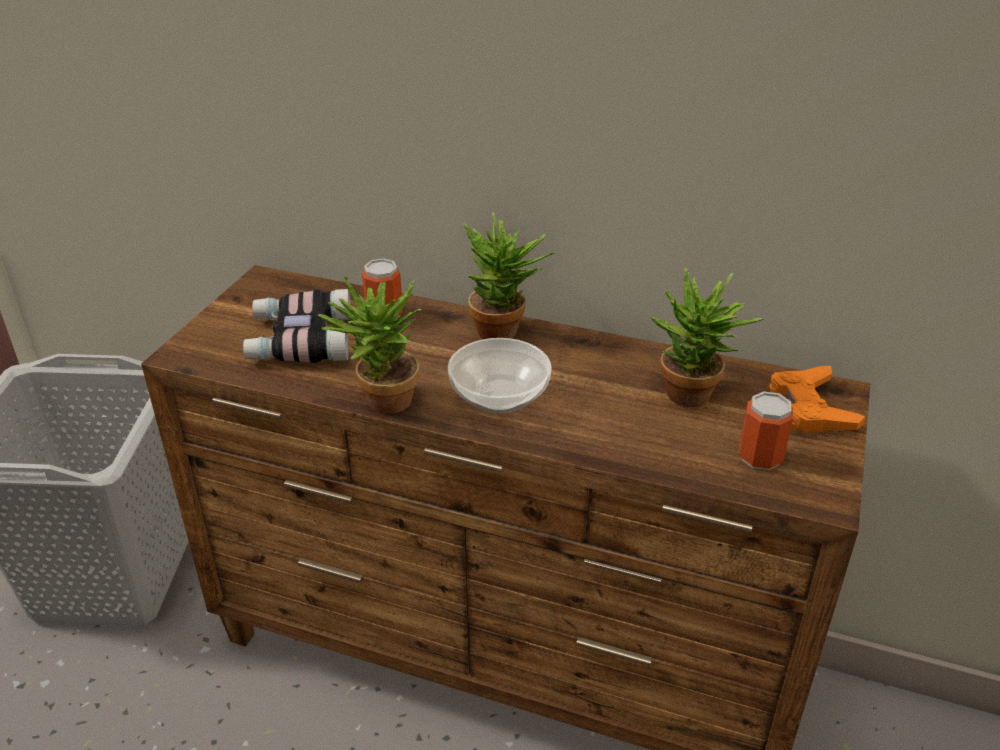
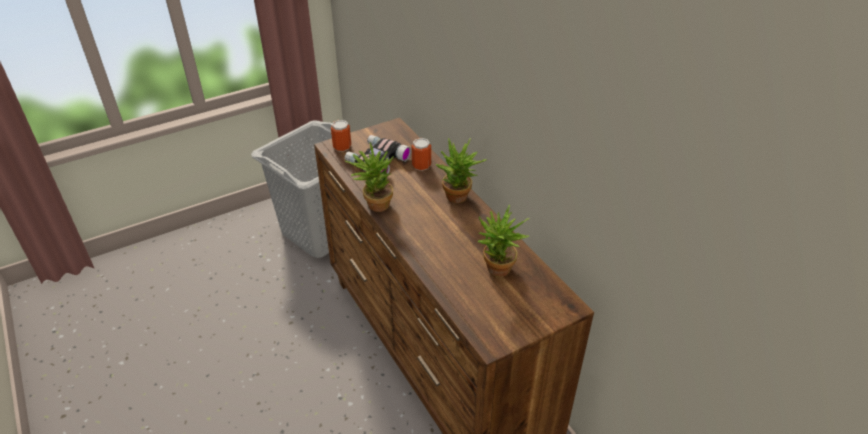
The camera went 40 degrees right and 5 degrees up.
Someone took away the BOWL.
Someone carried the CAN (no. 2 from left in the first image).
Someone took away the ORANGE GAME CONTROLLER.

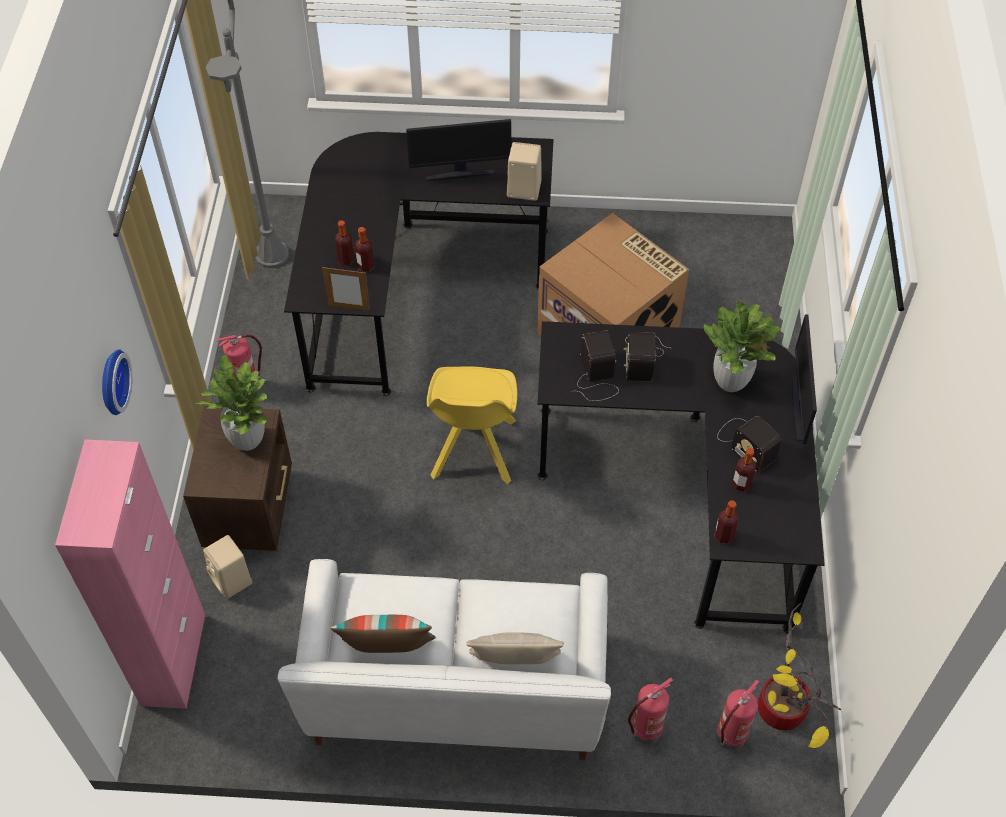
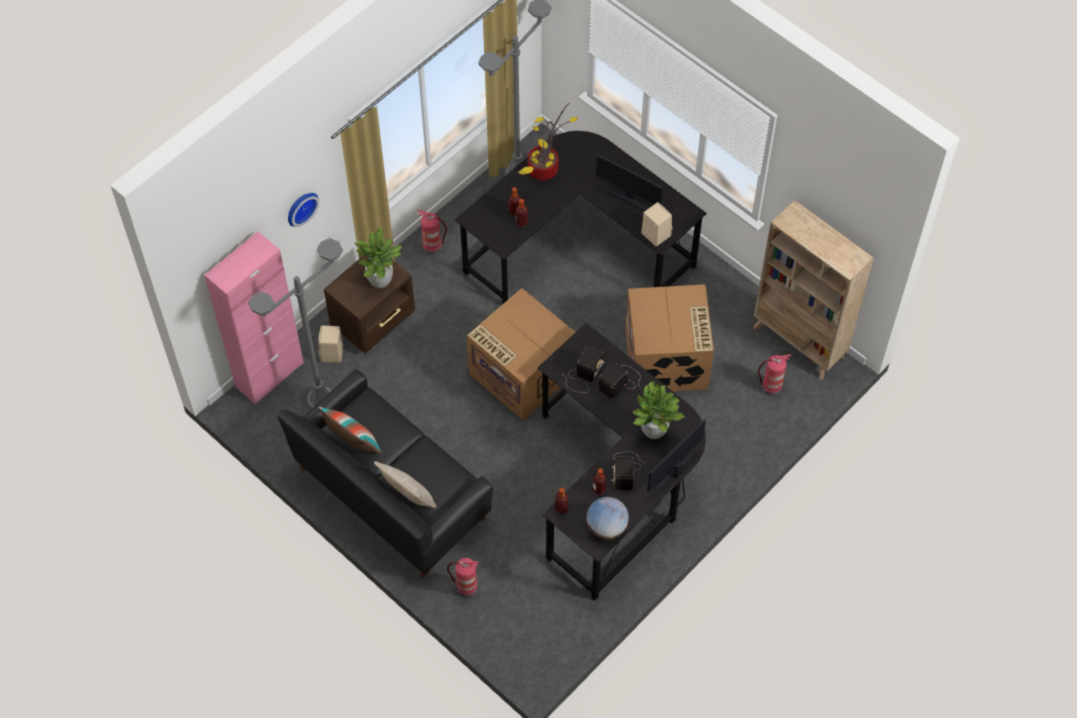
The camera went 40 degrees right and 5 degrees up.
Someone repainted the WHITE SOFA, which became the BLACK SOFA.
Someone took away the PICTURE FRAME.
Someone swapped the YELLOW CHAIR for the CARDBOARD BOX (no. 1 from left).
Someone carried the FIRE EXTINGUISHER (no. 3 from left).
Someone carried the POTTED PLANT (no. 3 from left in the first image).
Someone put down the GREY FLOOR LAMP (no. 1 from left).
Someone put down the GLOBE.
Someone put down the BEIGE BOOKCASE.

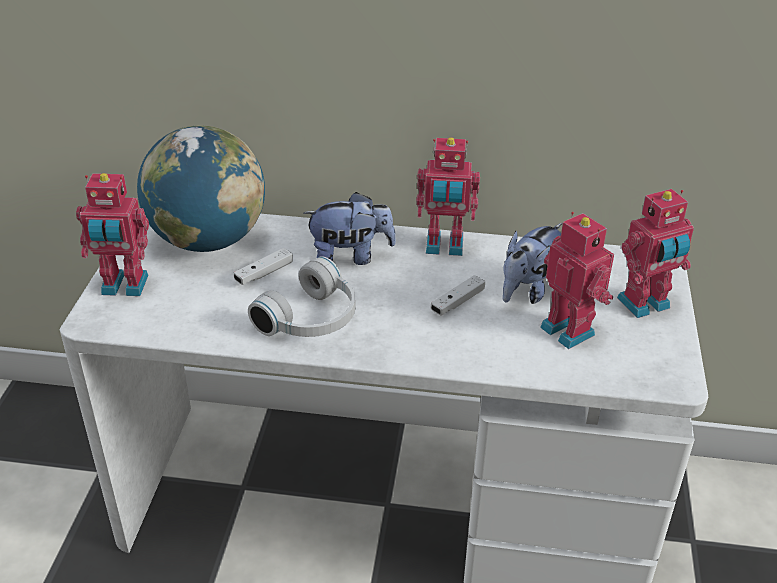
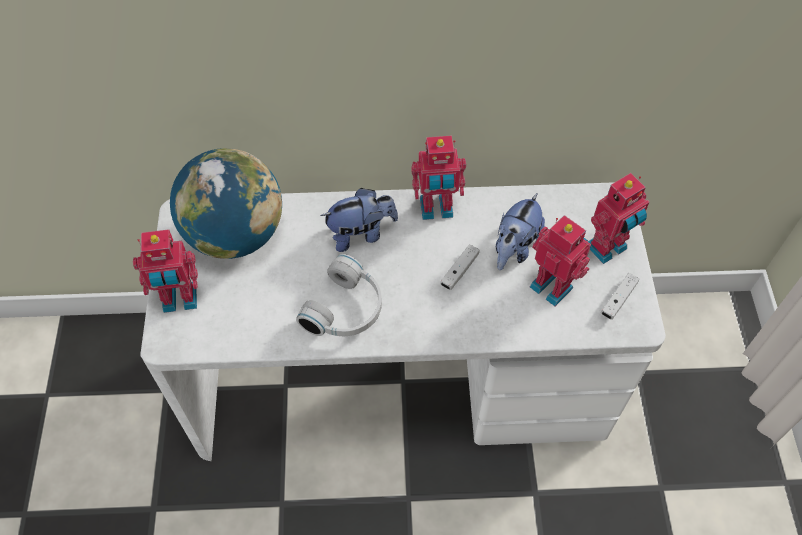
The camera went 10 degrees left and 20 degrees up.
Someone carried the WHITE GAME CONTROLLER (no. 1 from left in the first image).

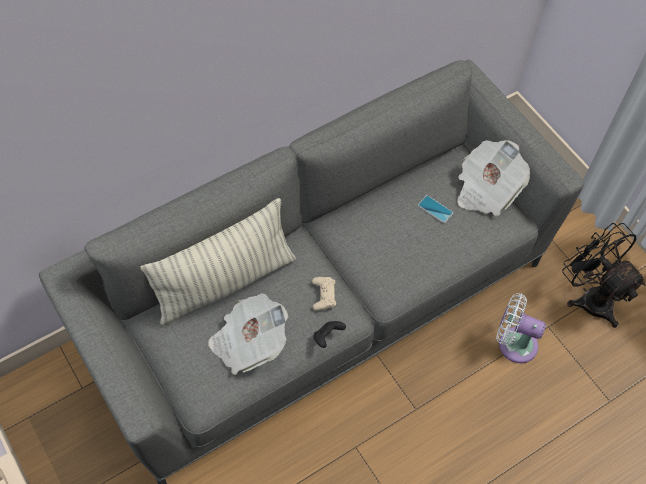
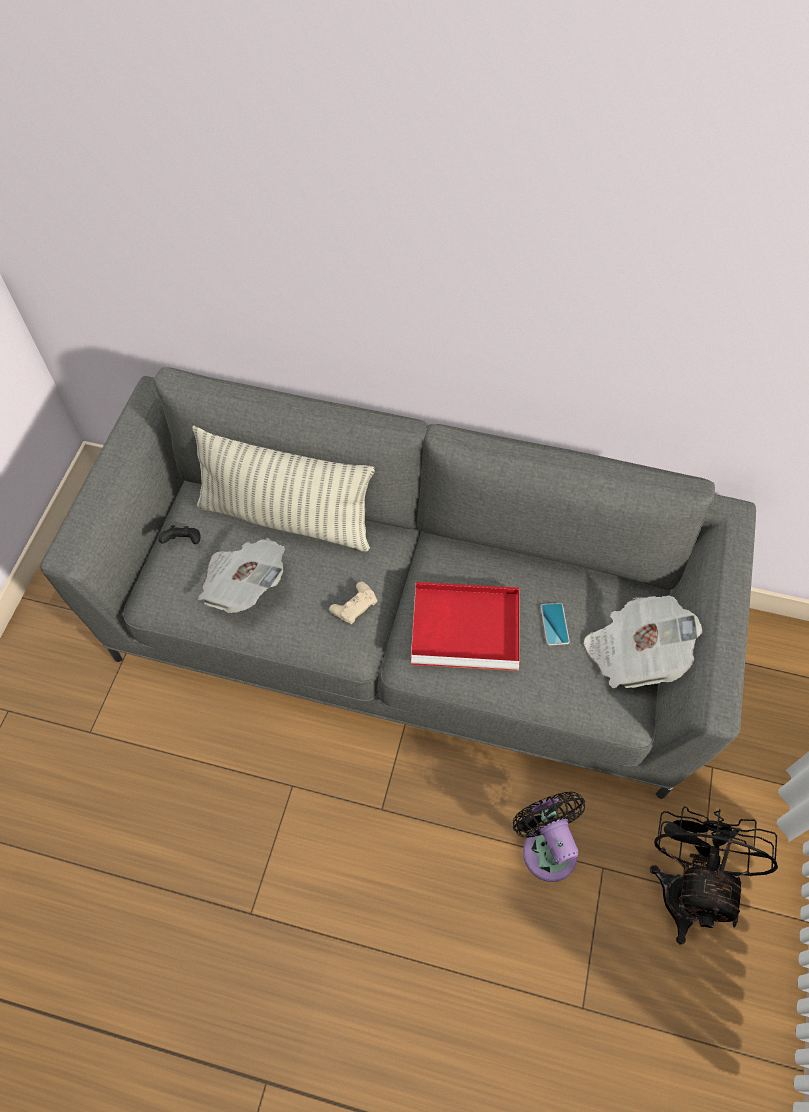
The camera went 50 degrees right and 0 degrees up.
Someone carried the BLACK GAME CONTROLLER.
Someone repainted the WHITE FAN, which became the BLACK FAN (no. 1 from left).
Someone put down the RED TRAY.

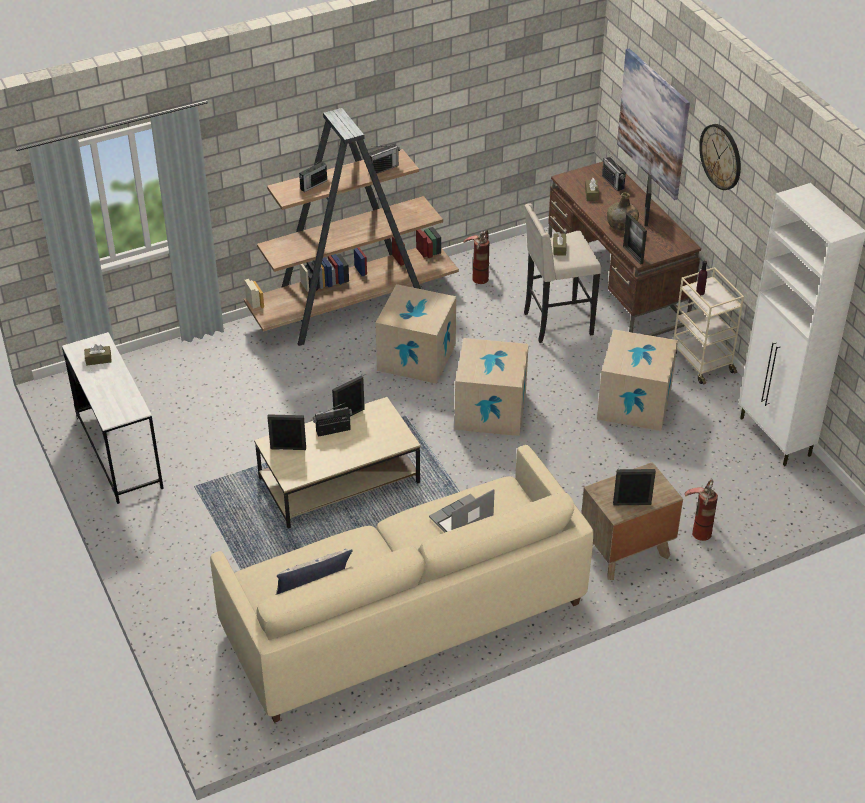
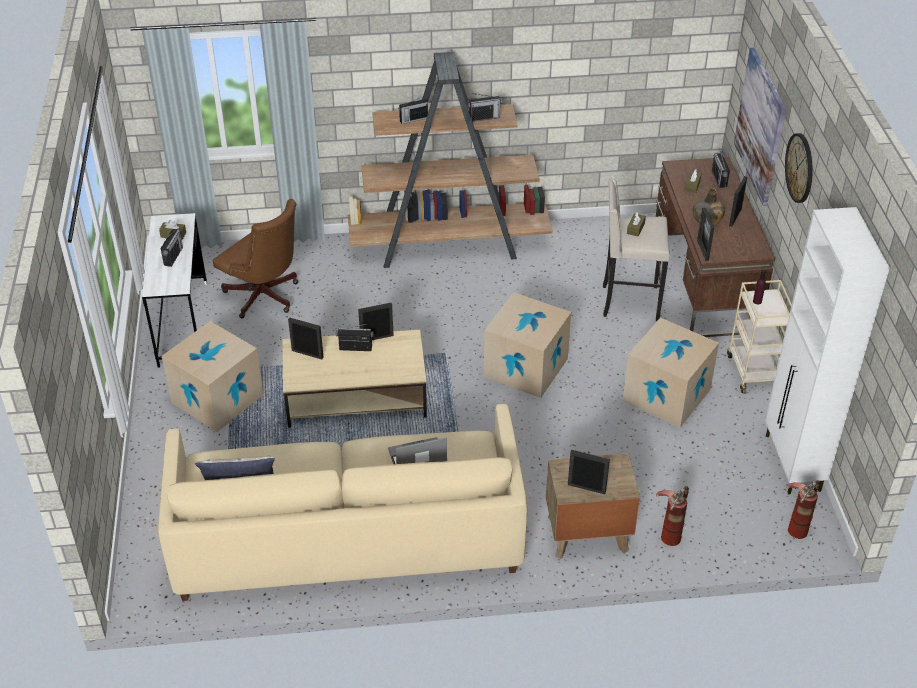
The camera went 20 degrees right and 0 degrees up.
Someone carried the CARDBOARD BOX (no. 1 from left).
Someone carried the FIRE EXTINGUISHER (no. 1 from left in the first image).
Someone put down the RADIO (no. 1 from left).
Someone put down the BROWN OFFICE CHAIR.

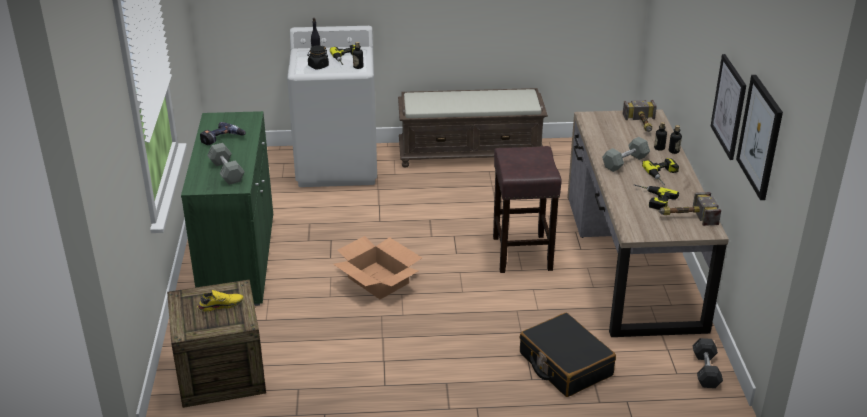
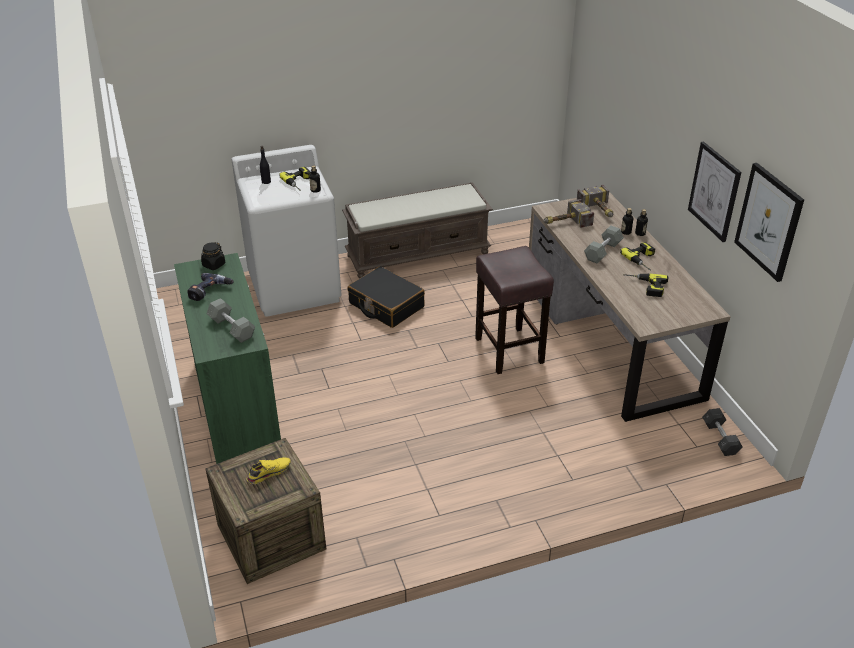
The camera went 15 degrees left and 5 degrees up.
Someone carried the BLACK JAR.
Someone took away the CARDBOARD BOX.
Someone carried the BLACK SUITCASE.
Someone carried the HAMMER (no. 2 from left in the first image).

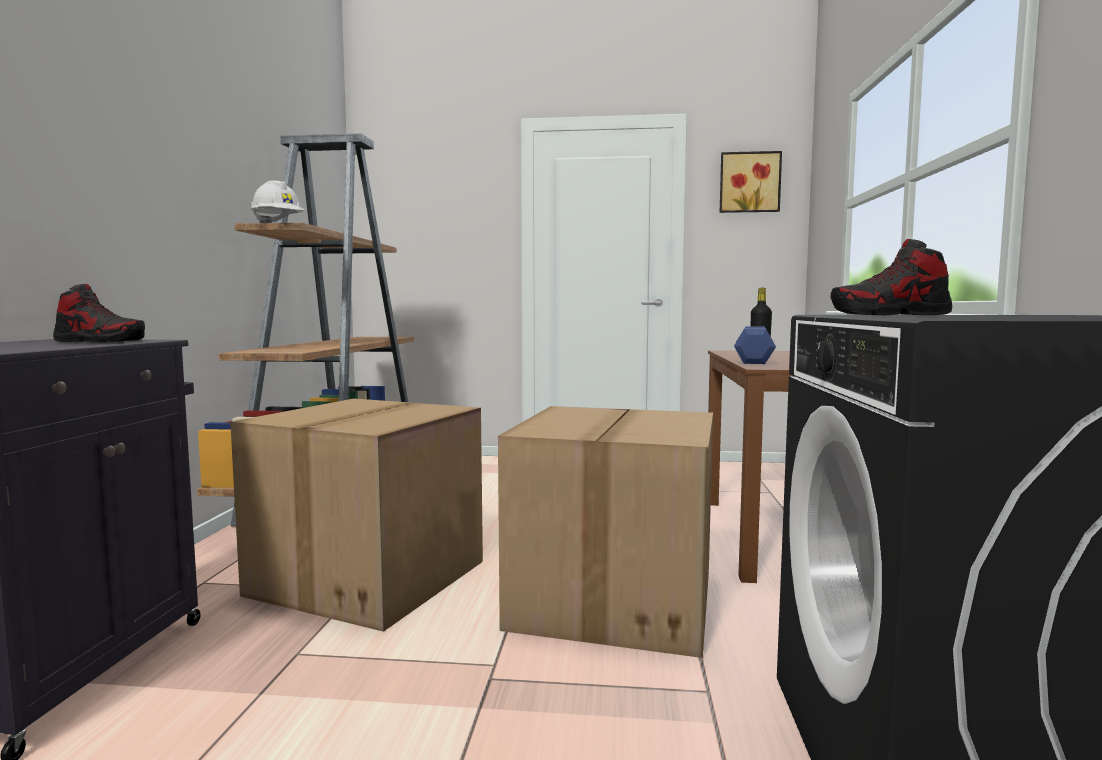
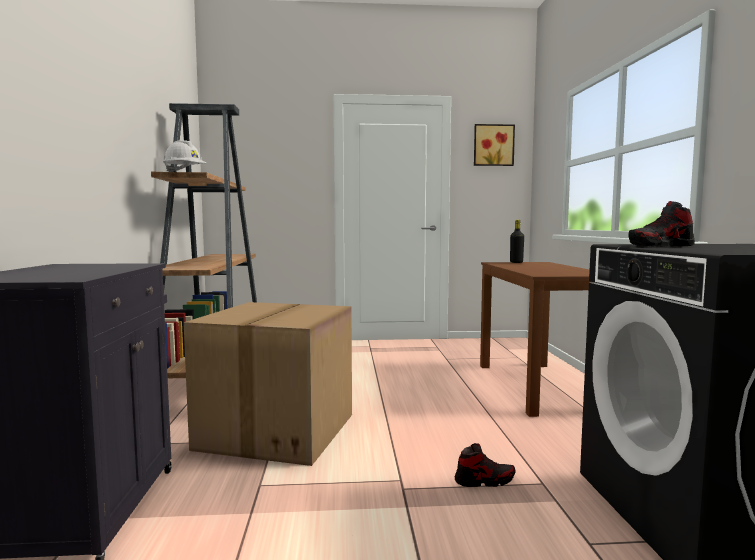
The camera went 10 degrees left and 0 degrees up.
Someone carried the SHOE (no. 1 from left).
Someone took away the CARDBOARD BOX (no. 2 from left).
Someone took away the BLUE DUMBBELL.

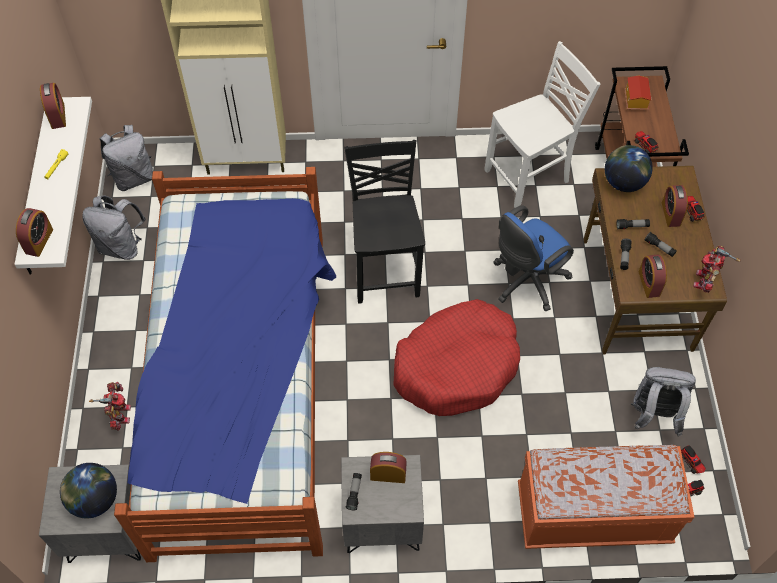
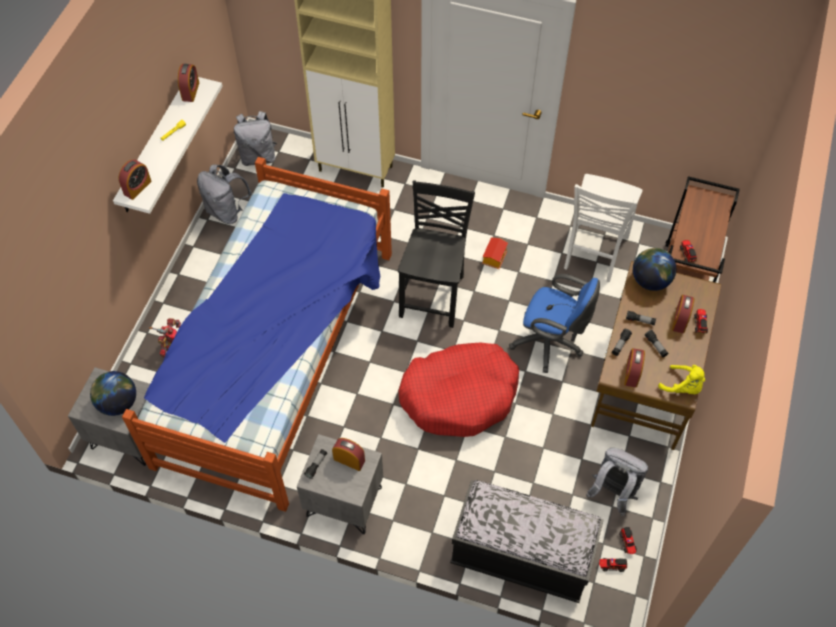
The camera went 20 degrees right and 0 degrees up.
Someone rotated the WHITE CHAIR by 120 degrees clockwise.
Someone rotated the BLUE OFFICE CHAIR by 135 degrees counterclockwise.
Someone repainted the ORANGE BENCH, which became the BLACK BENCH.
Someone carried the TOY HOUSE.
Someone swapped the TOY ROBOT (no. 2 from left) for the YELLOW PLUSH TOY.

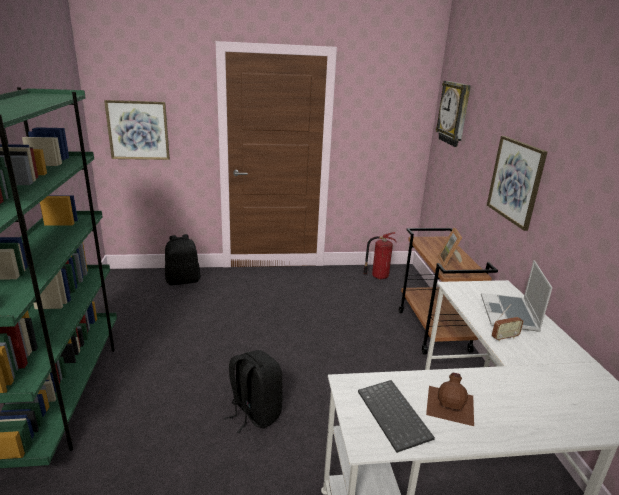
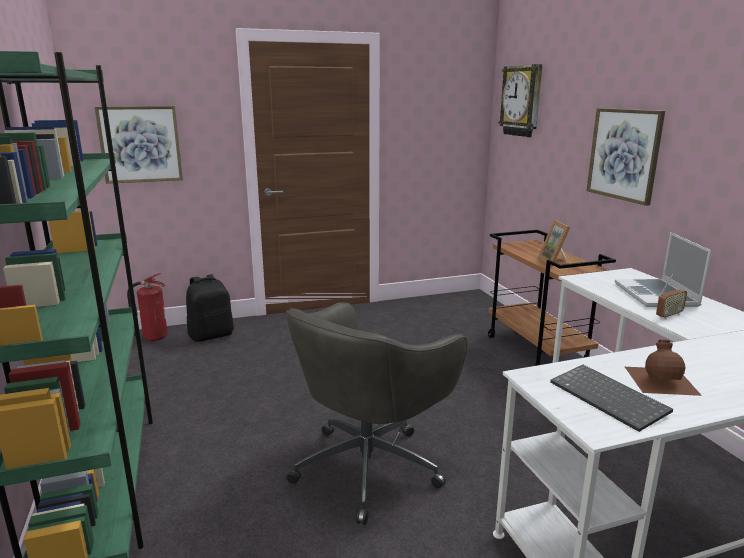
The camera went 10 degrees left and 5 degrees down.
Someone swapped the BLACK BACKPACK (no. 2 from left) for the GREY OFFICE CHAIR.
Someone carried the FIRE EXTINGUISHER.

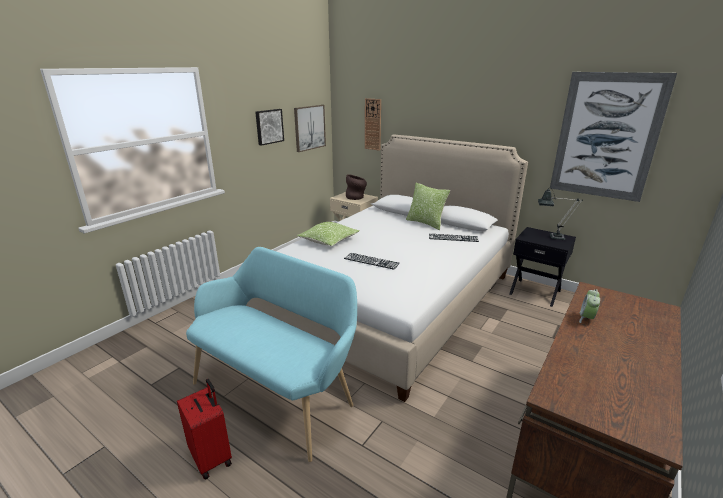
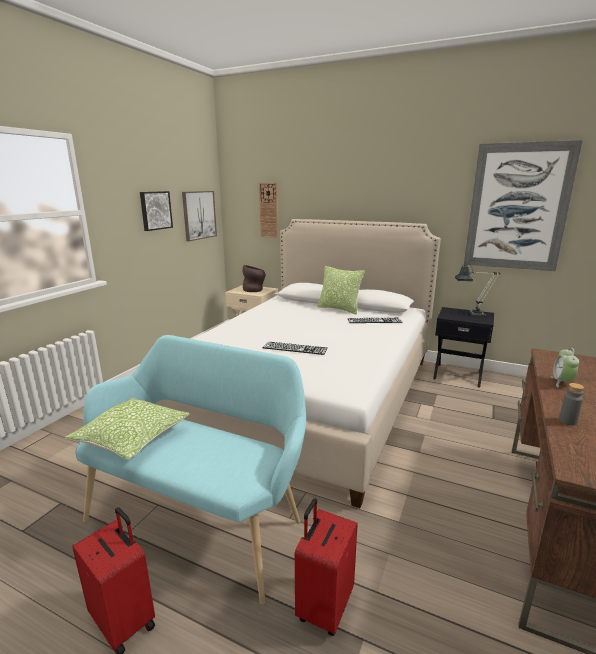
The camera went 10 degrees left and 5 degrees down.
Someone carried the PILLOW (no. 1 from left).
Someone put down the RED SUITCASE (no. 2 from left).
Someone put down the GREY BOTTLE.

